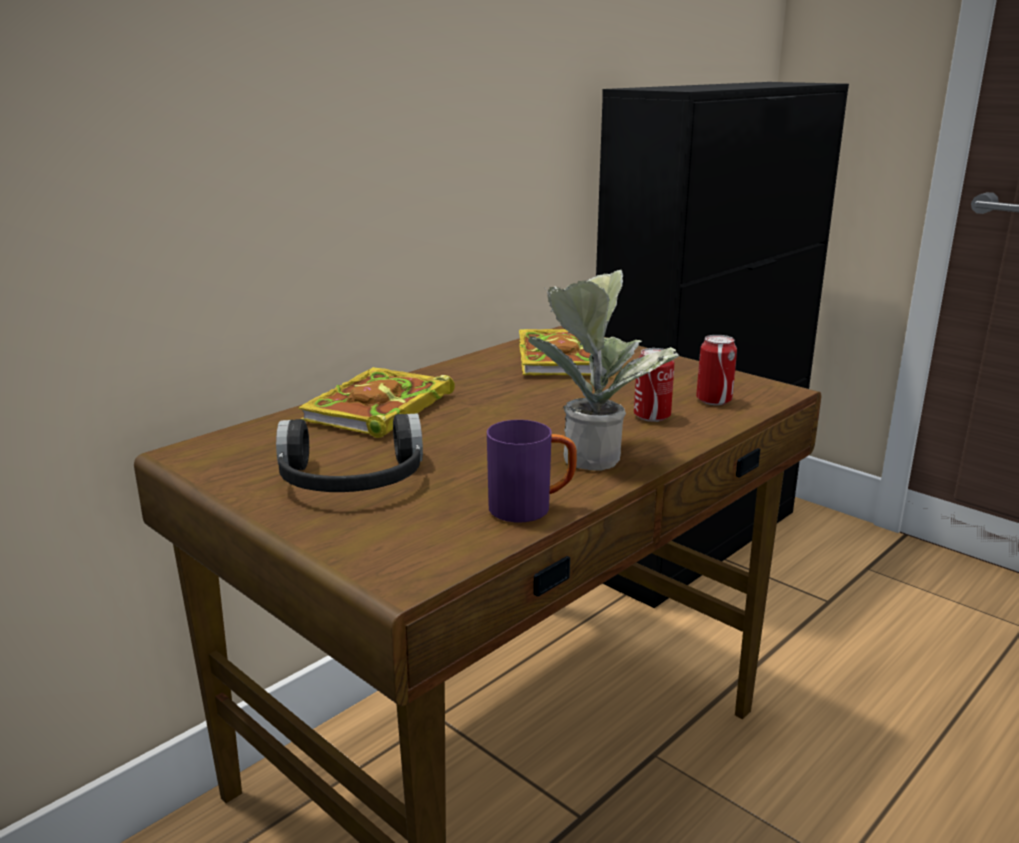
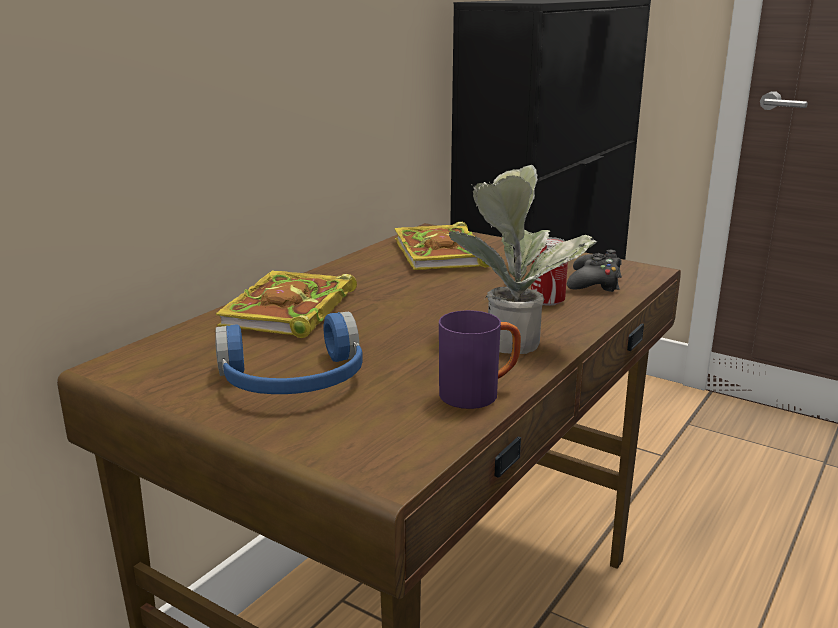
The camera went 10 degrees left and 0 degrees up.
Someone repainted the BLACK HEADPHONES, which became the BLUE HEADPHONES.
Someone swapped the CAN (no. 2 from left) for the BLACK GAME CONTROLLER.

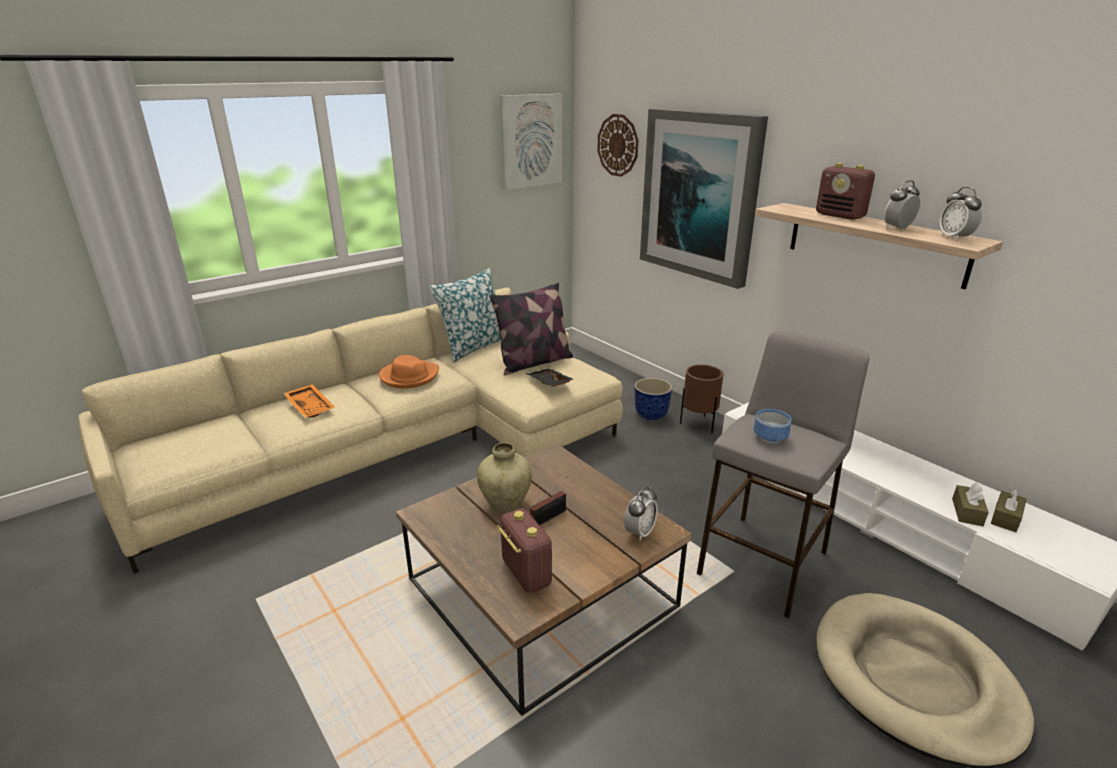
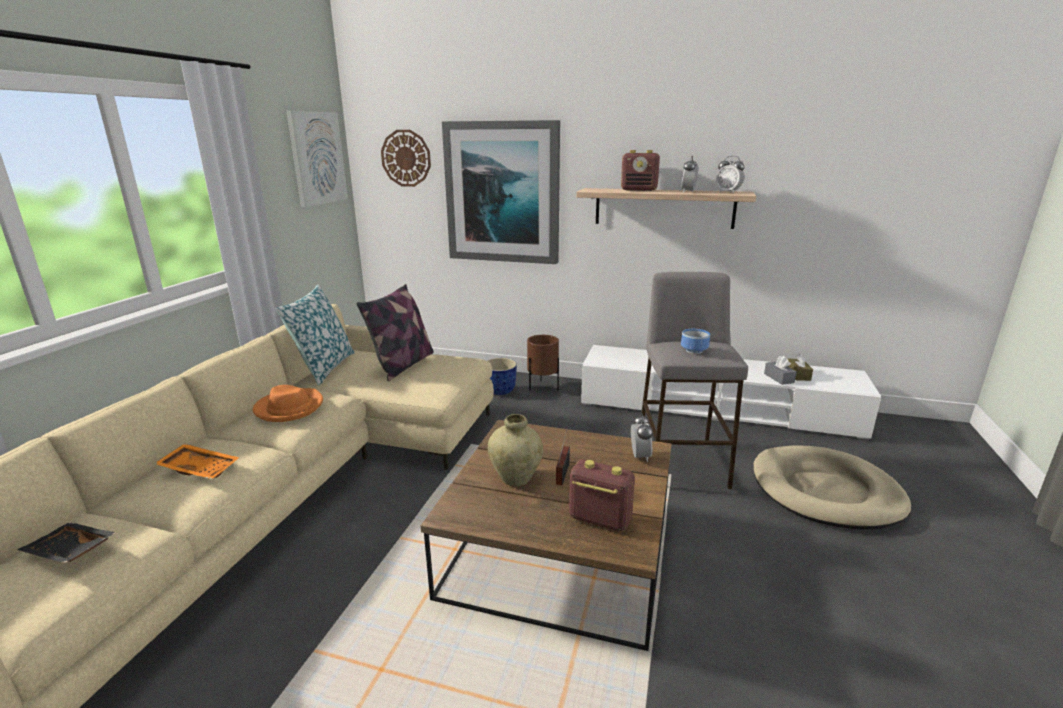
The camera went 35 degrees left and 5 degrees down.
Someone carried the BLACK TRAY.
Someone repainted the BROWN TISSUE BOX (no. 1 from left), which became the GREY TISSUE BOX.

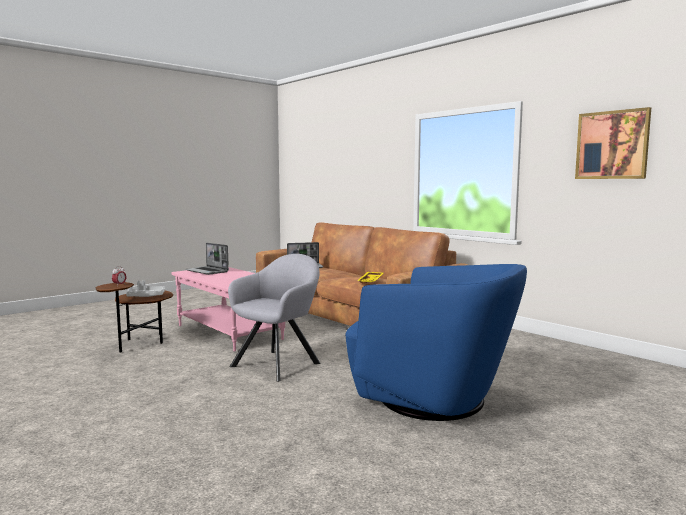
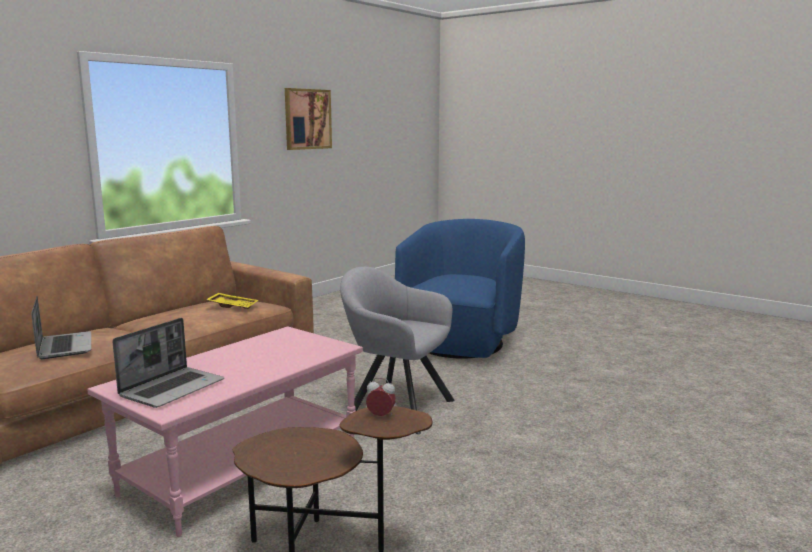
The camera went 100 degrees left and 5 degrees up.
Someone took away the GREY TRAY.

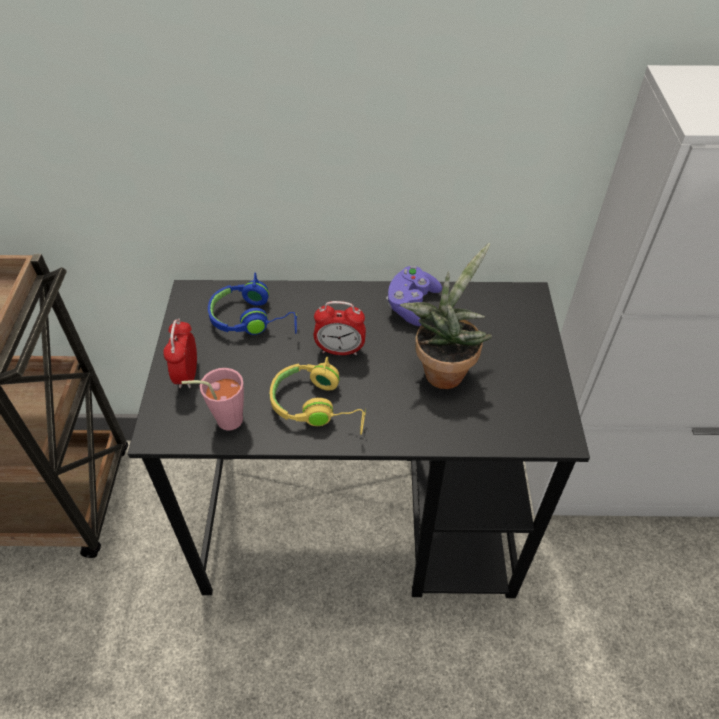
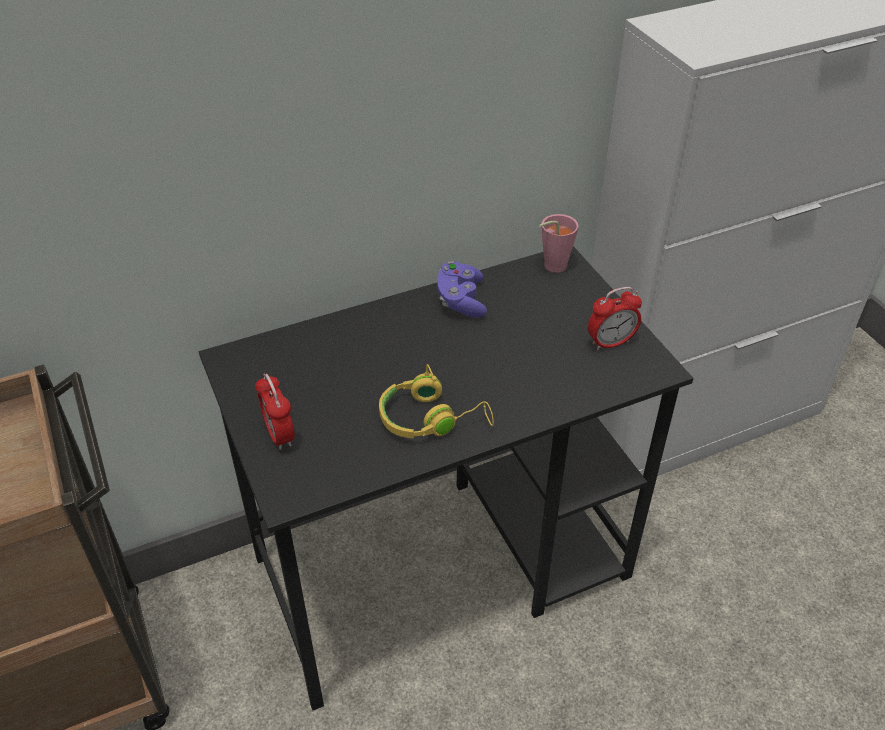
The camera went 25 degrees left and 5 degrees down.
Someone carried the PINK CUP.
Someone took away the BLUE HEADPHONES.
Someone carried the ALARM CLOCK (no. 2 from left).
Someone took away the POTTED PLANT.

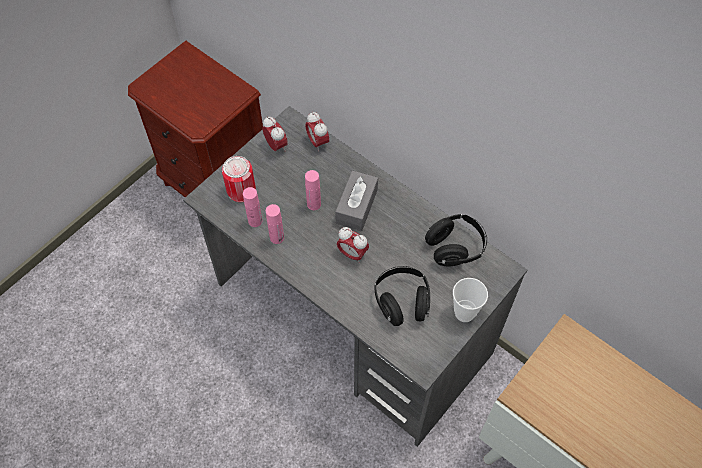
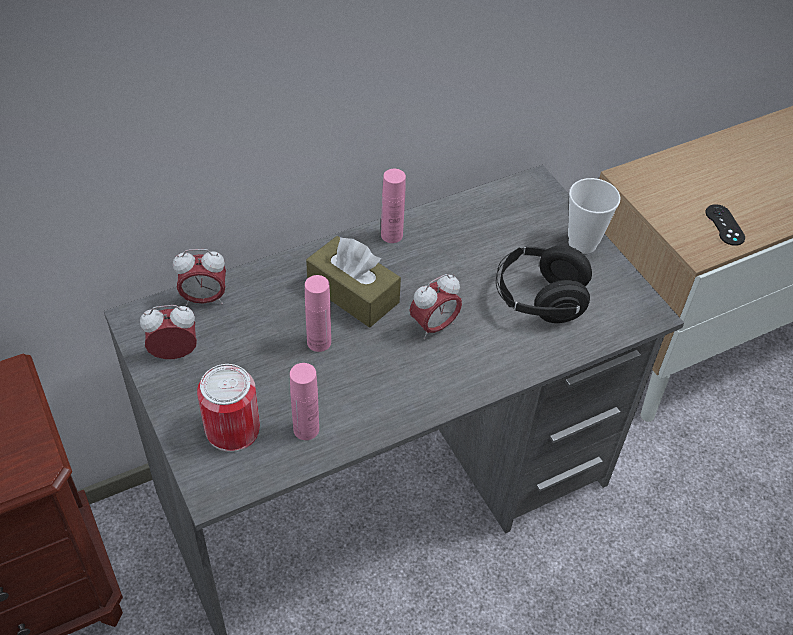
The camera went 70 degrees left and 10 degrees down.
Someone carried the PINK BOTTLE (no. 2 from left in the first image).
Someone repainted the GREY TISSUE BOX, which became the BROWN TISSUE BOX.
Someone took away the BLACK HEADPHONES (no. 2 from left).
Someone put down the BLACK GAME CONTROLLER.

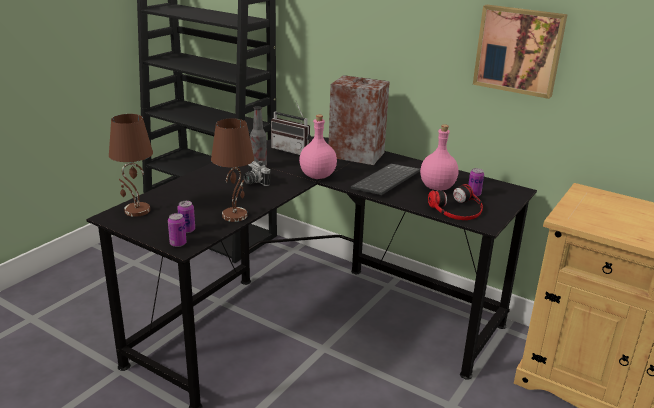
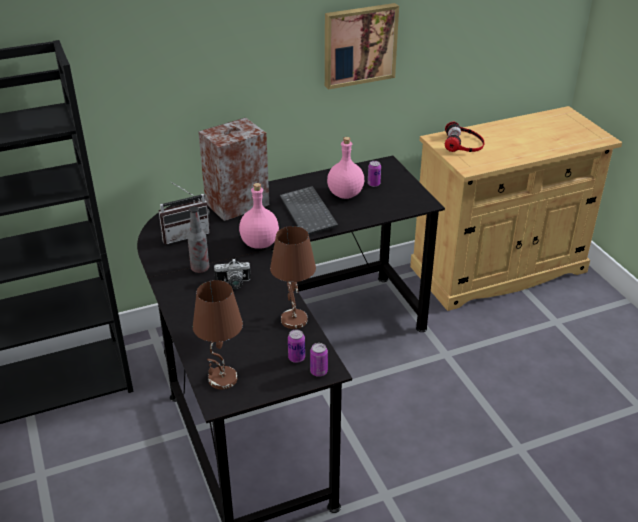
The camera went 55 degrees left and 10 degrees up.
Someone carried the HEADPHONES.

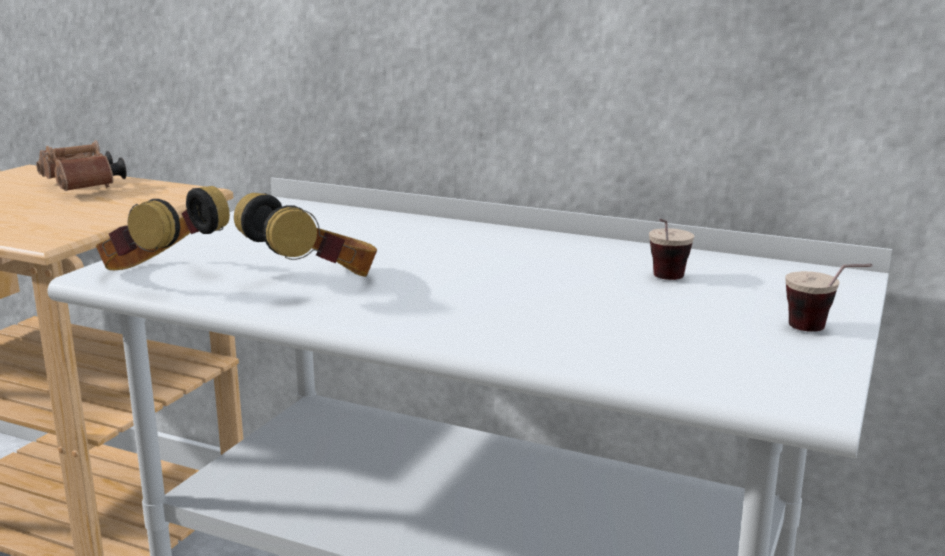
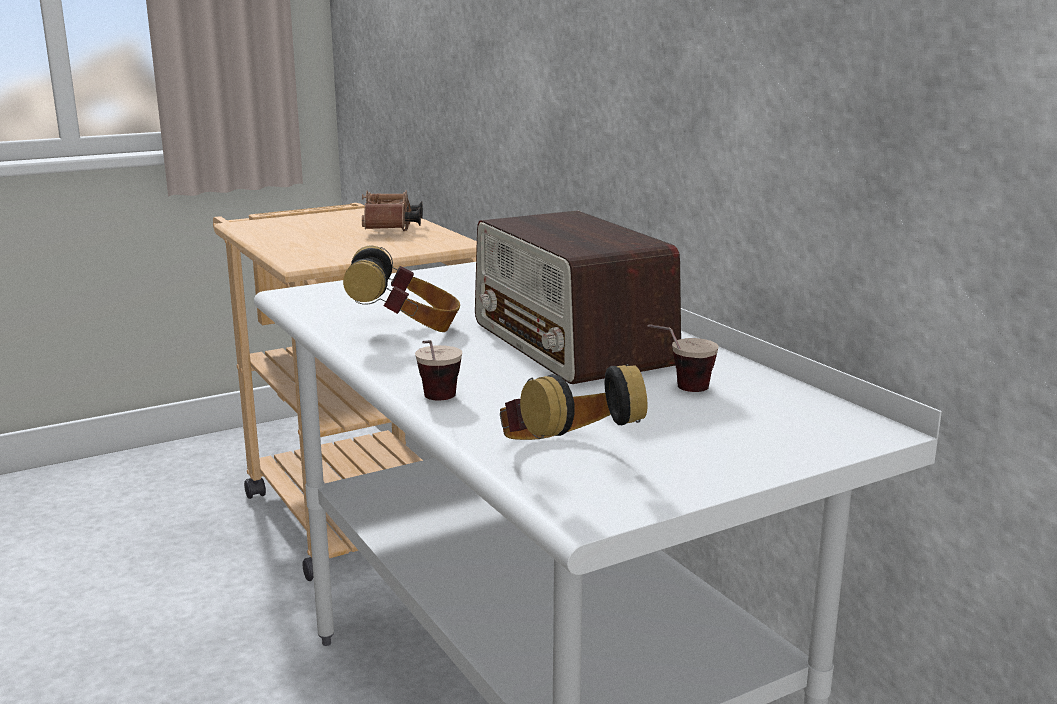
The camera went 35 degrees right and 0 degrees up.
Someone carried the HEADPHONES (no. 1 from left in the first image).
Someone carried the CUP (no. 2 from left in the first image).
Someone put down the RADIO.

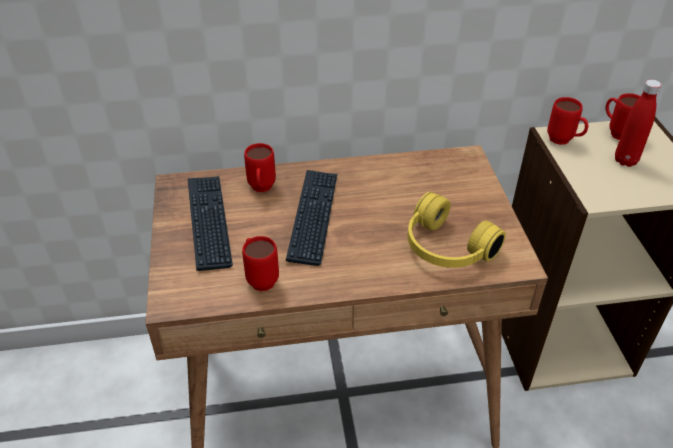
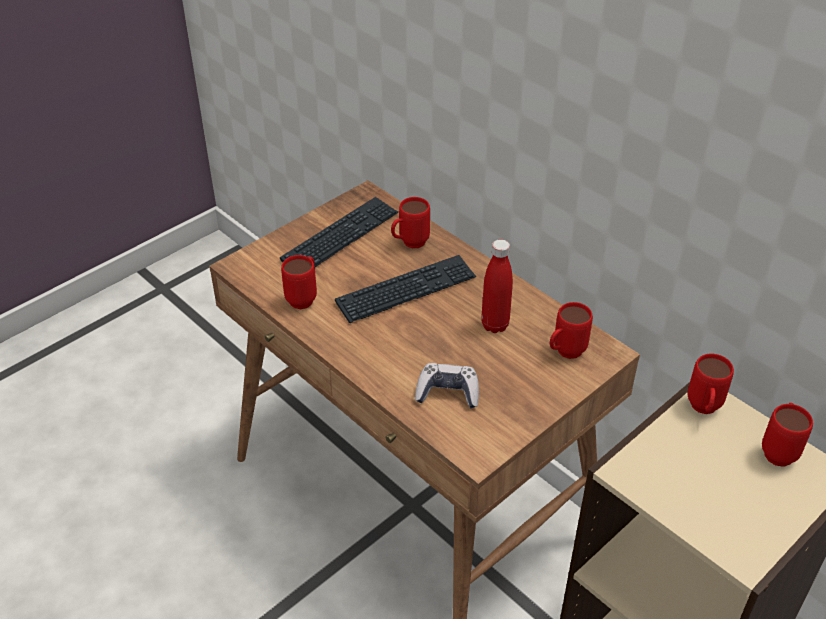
The camera went 55 degrees right and 0 degrees up.
Someone swapped the YELLOW HEADPHONES for the GAME CONTROLLER.
Someone carried the RED BOTTLE.
Someone put down the RED MUG (no. 3 from left).

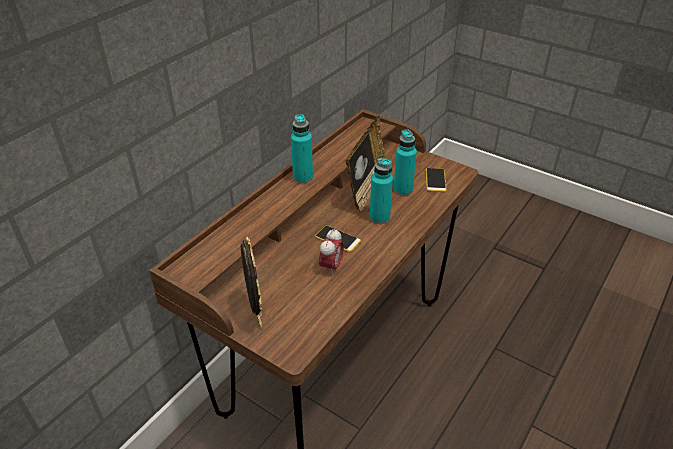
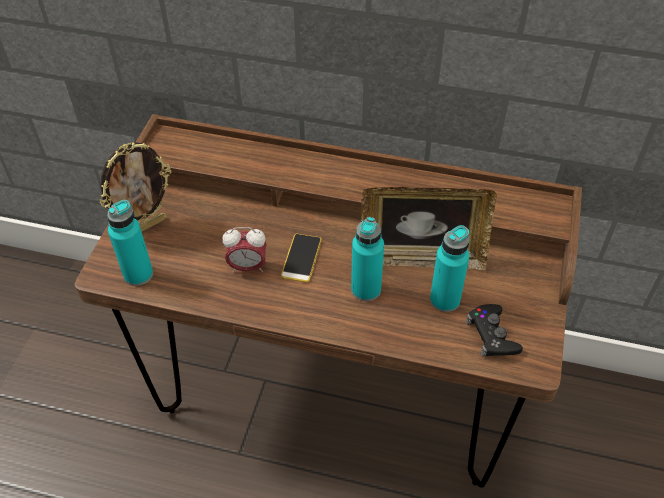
The camera went 70 degrees right and 10 degrees up.
Someone carried the TURQUOISE BOTTLE (no. 1 from left).
Someone swapped the PHONE (no. 2 from left) for the BLACK GAME CONTROLLER.

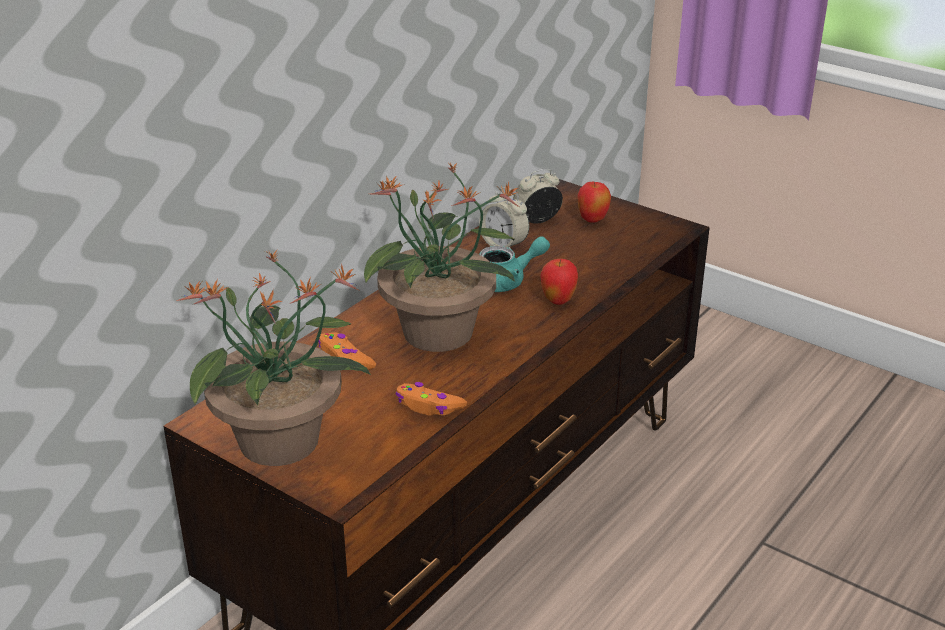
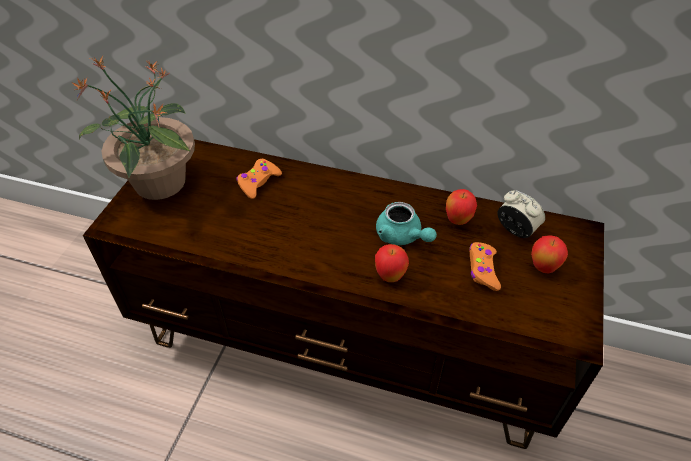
The camera went 70 degrees right and 15 degrees up.
Someone took away the POTTED PLANT (no. 2 from left).
Someone carried the ORANGE GAME CONTROLLER (no. 2 from left).
Someone swapped the ALARM CLOCK (no. 1 from left) for the APPLE (no. 2 from left).

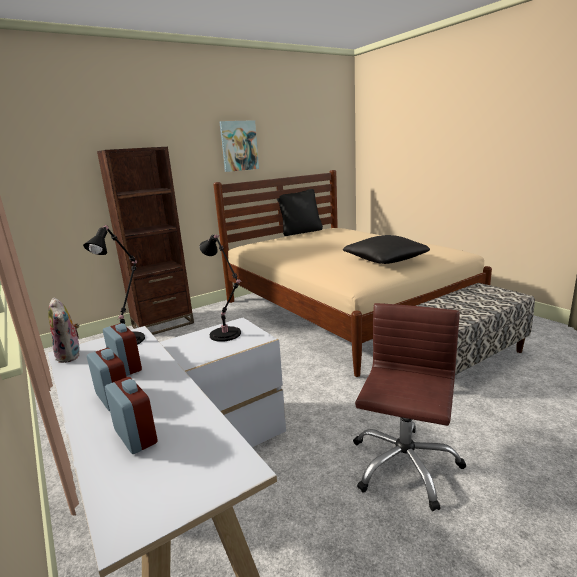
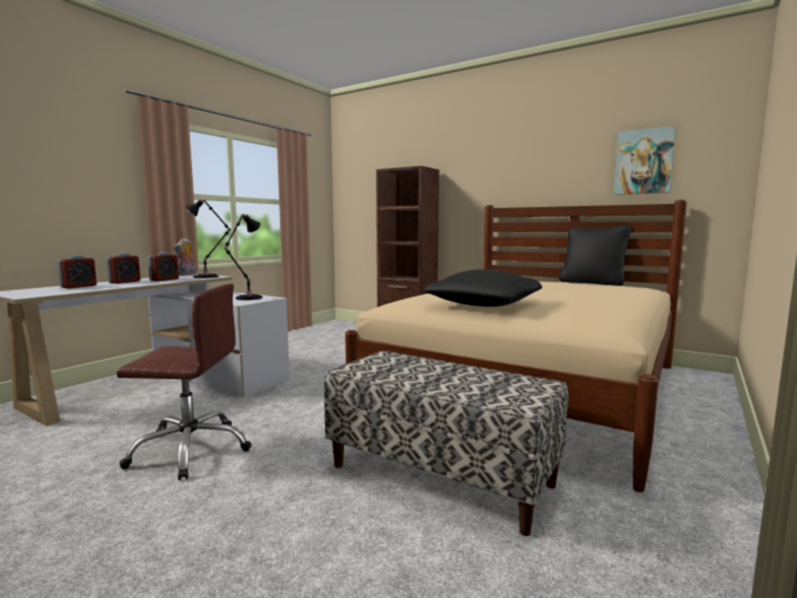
The camera went 65 degrees right and 10 degrees down.
Someone carried the PICTURE.

